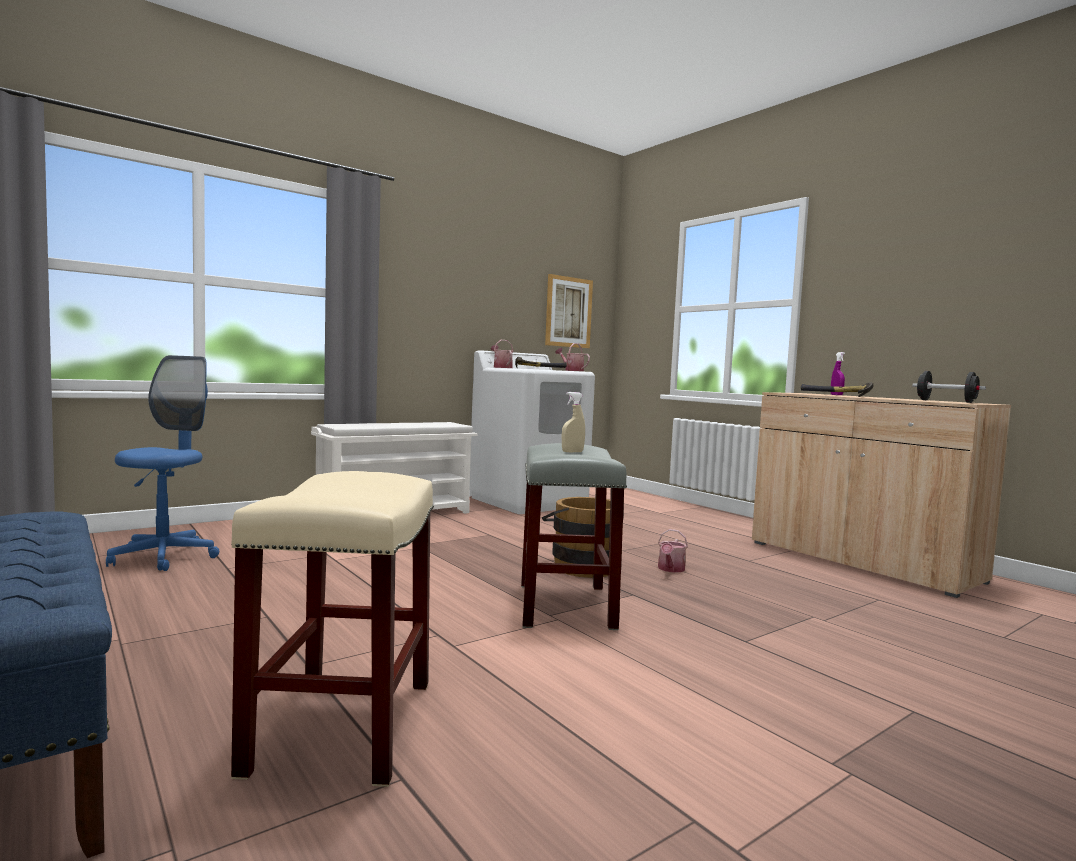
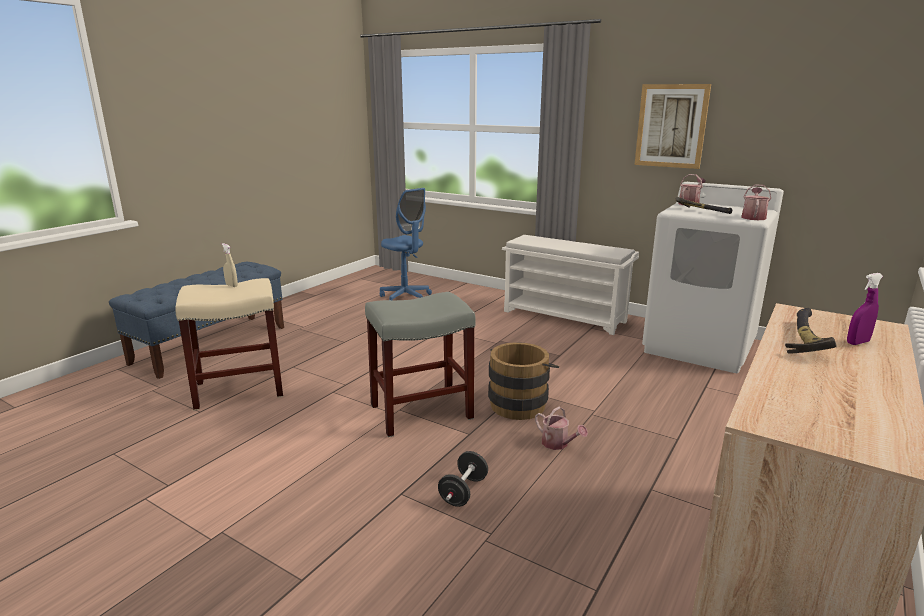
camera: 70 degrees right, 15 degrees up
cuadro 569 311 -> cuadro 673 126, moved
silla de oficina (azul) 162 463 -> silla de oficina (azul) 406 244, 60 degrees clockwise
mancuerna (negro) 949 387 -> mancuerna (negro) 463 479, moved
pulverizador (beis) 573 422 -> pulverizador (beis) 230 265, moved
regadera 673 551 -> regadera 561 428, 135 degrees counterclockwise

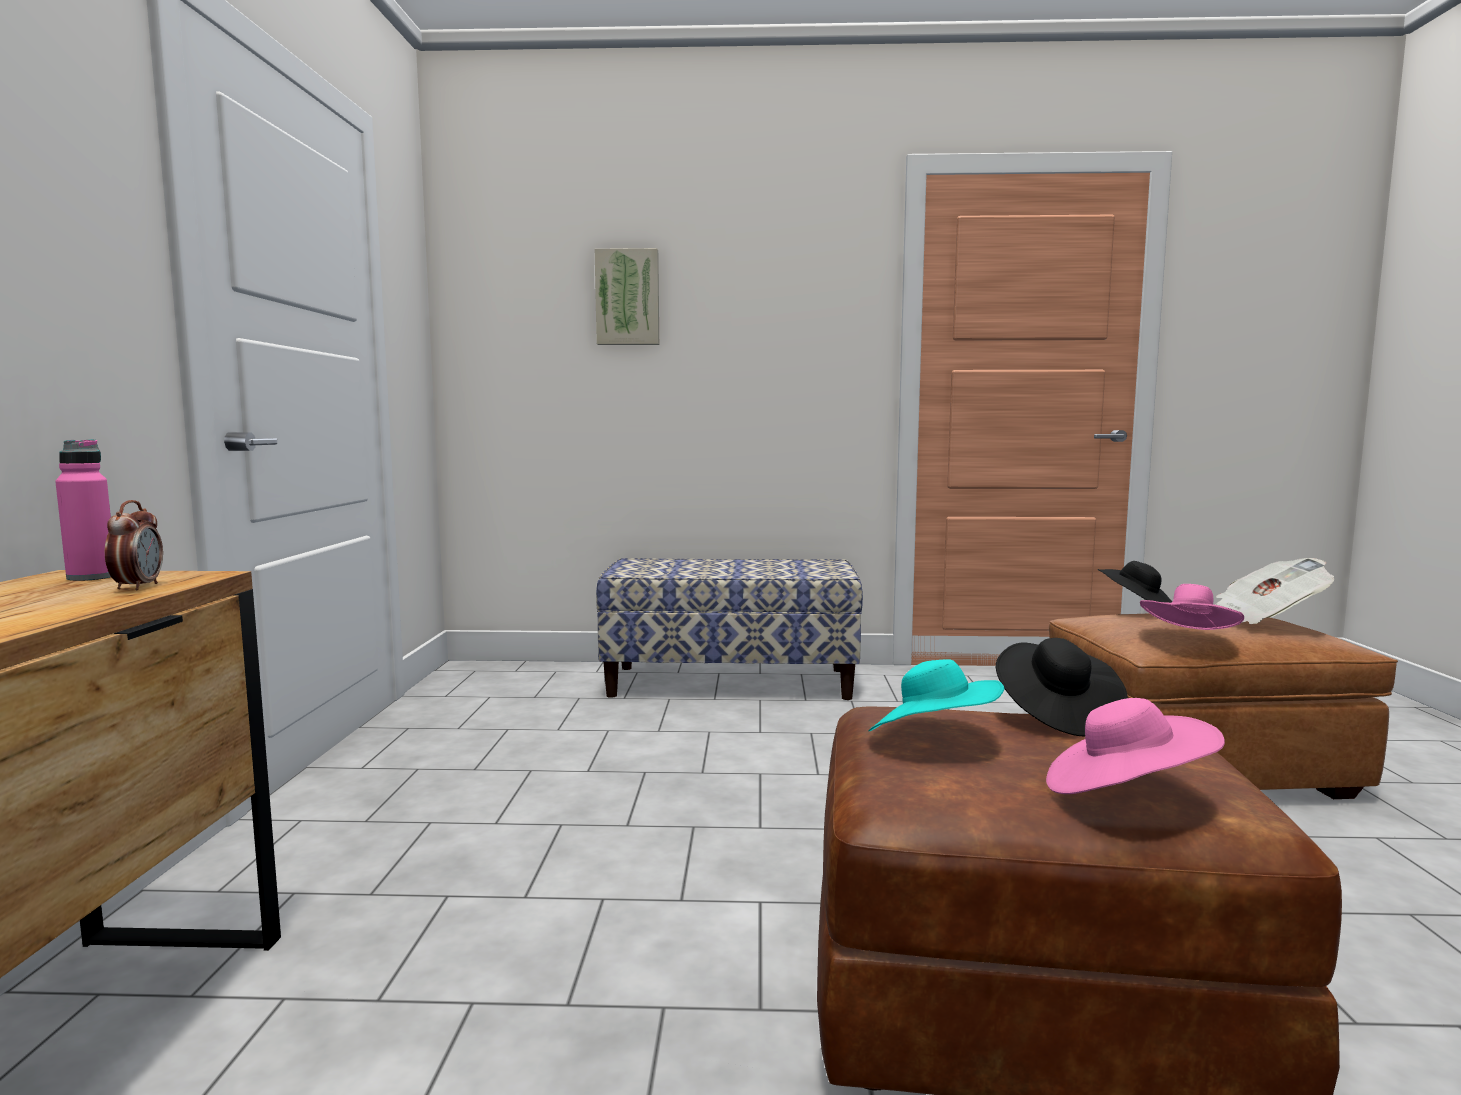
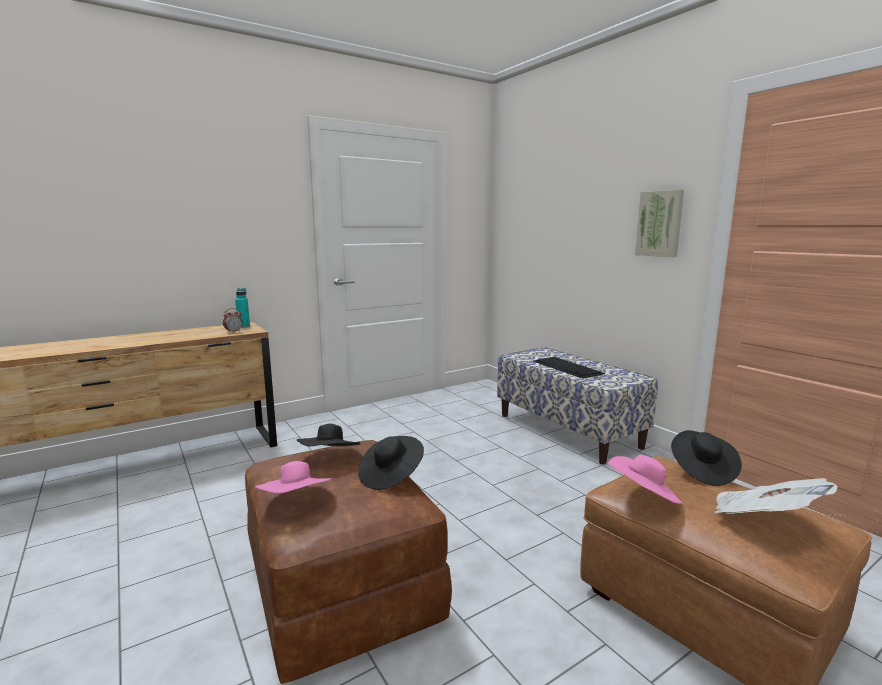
camera: 55 degrees right, 5 degrees up
cuadro 627 296 -> cuadro 659 223, moved
botella (rosa) 83 510 -> botella (turquesa) 242 308
sombrero (turquesa) 936 695 -> sombrero (negro) 329 435
none -> teclado 569 368

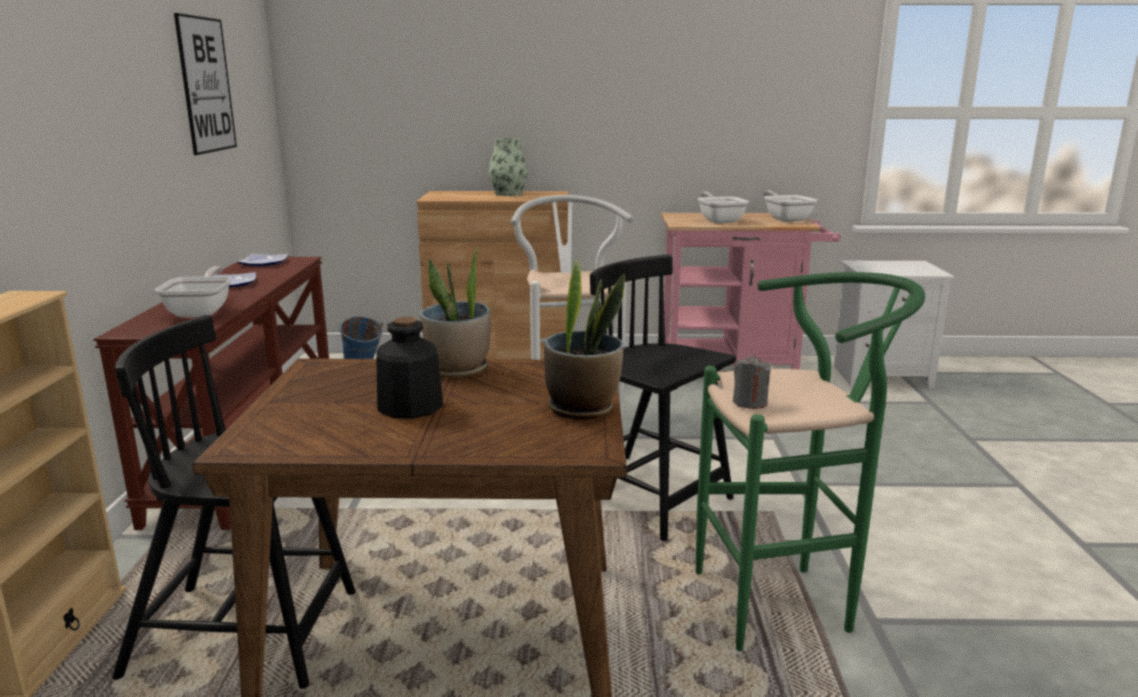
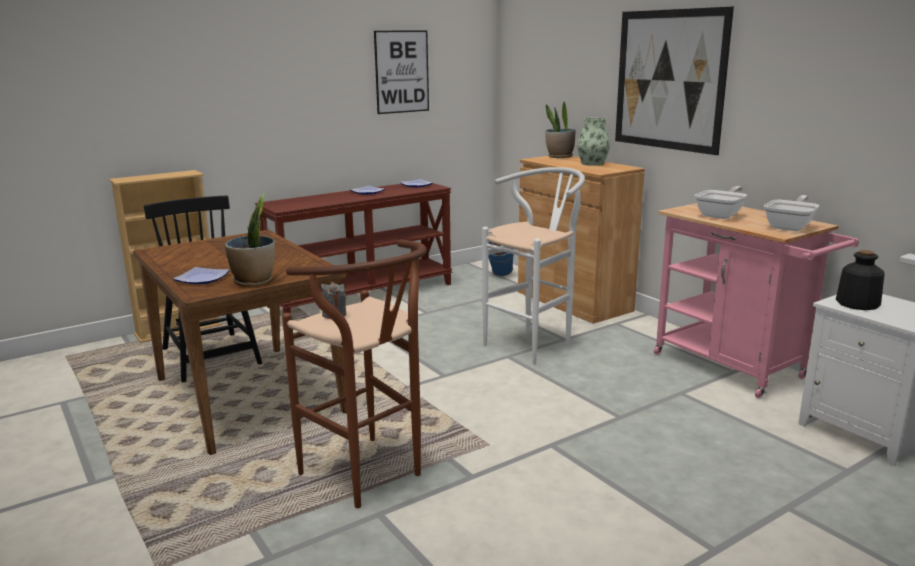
camera: 55 degrees right, 0 degrees up
planta en maceta 455 312 -> planta en maceta 560 129, moved
silla (negro) 663 398 -> none
sartén 193 291 -> none
taburete (verde) 810 462 -> taburete (marrón) 354 373
botella 409 368 -> botella 860 280, moved
none -> cuadro 674 81
none -> plato 201 275

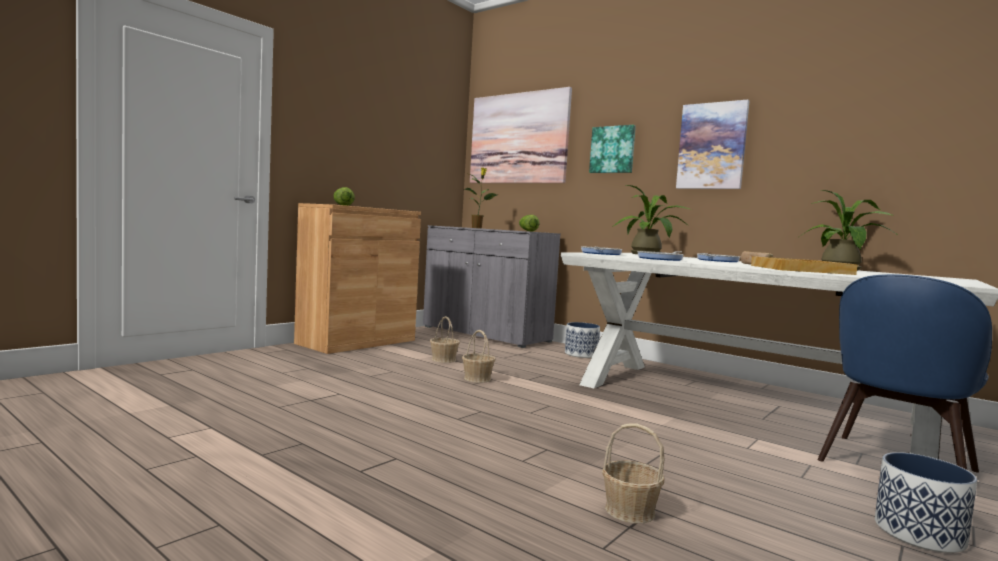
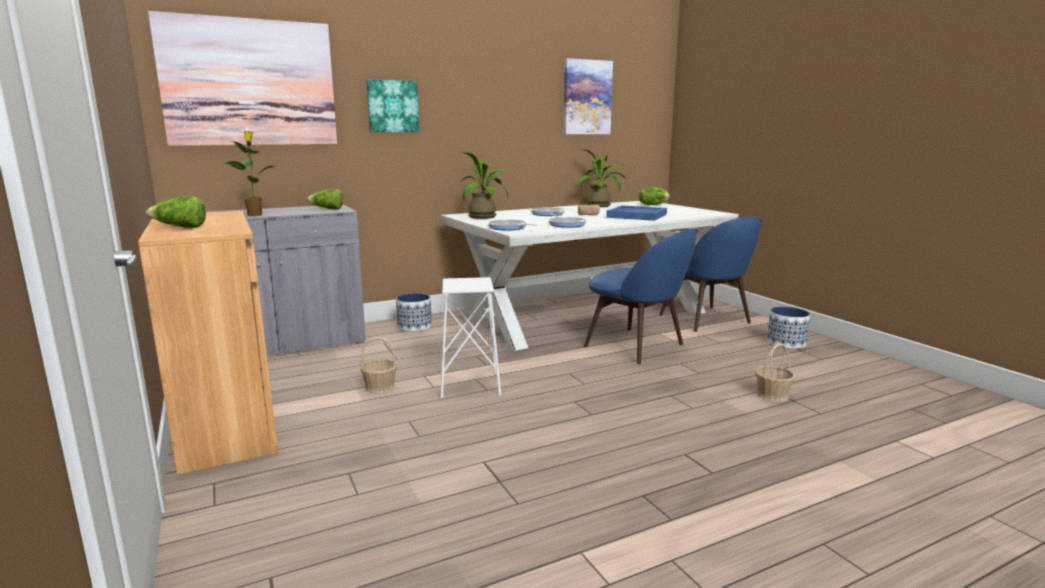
camera: 65 degrees left, 10 degrees up
cuadro 712 144 -> cuadro 588 96, moved
bandeja (beis) 804 265 -> bandeja (azul) 636 213
cesta 478 356 -> taburete (blanco) 470 337
none -> lechuga 654 196
none -> silla (azul) 641 296

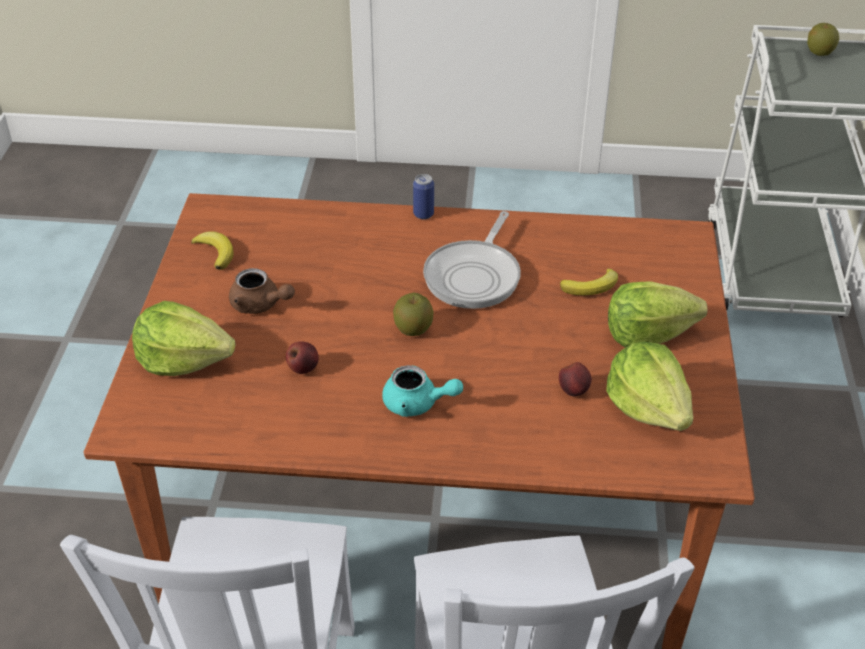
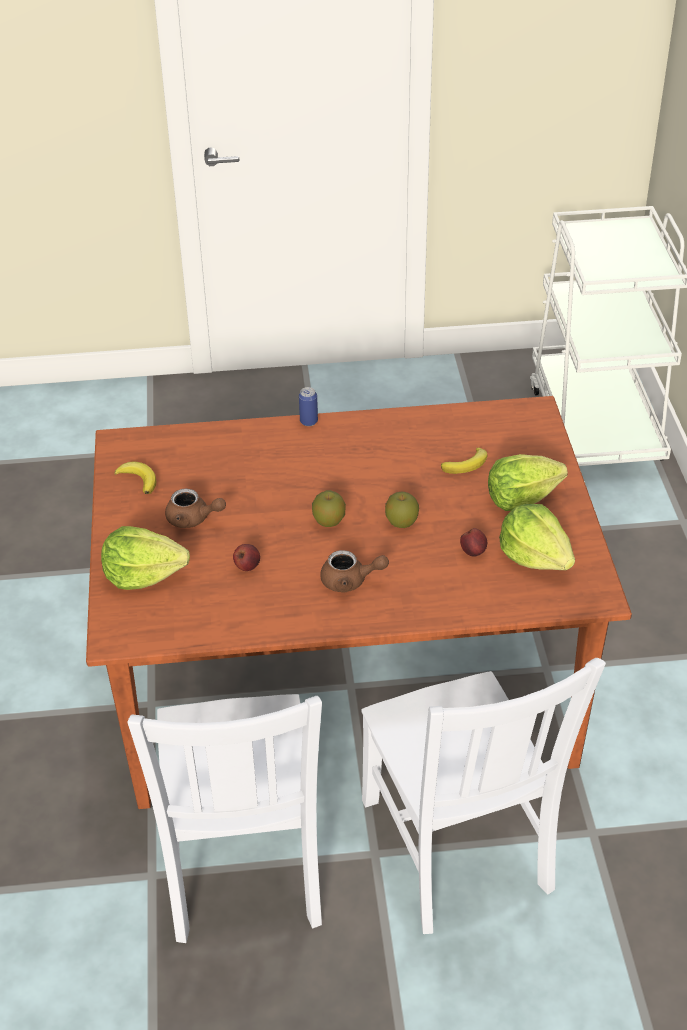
camera: 10 degrees left, 0 degrees up
manzana 823 39 -> manzana 402 510, moved
sartén 472 260 -> none
tetera (turquesa) 422 391 -> tetera (marrón) 354 571

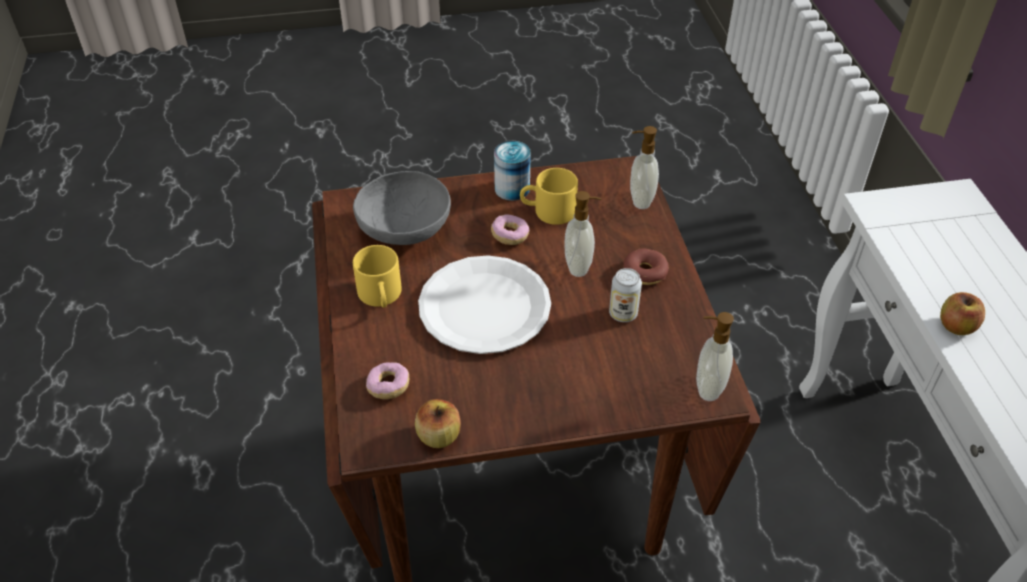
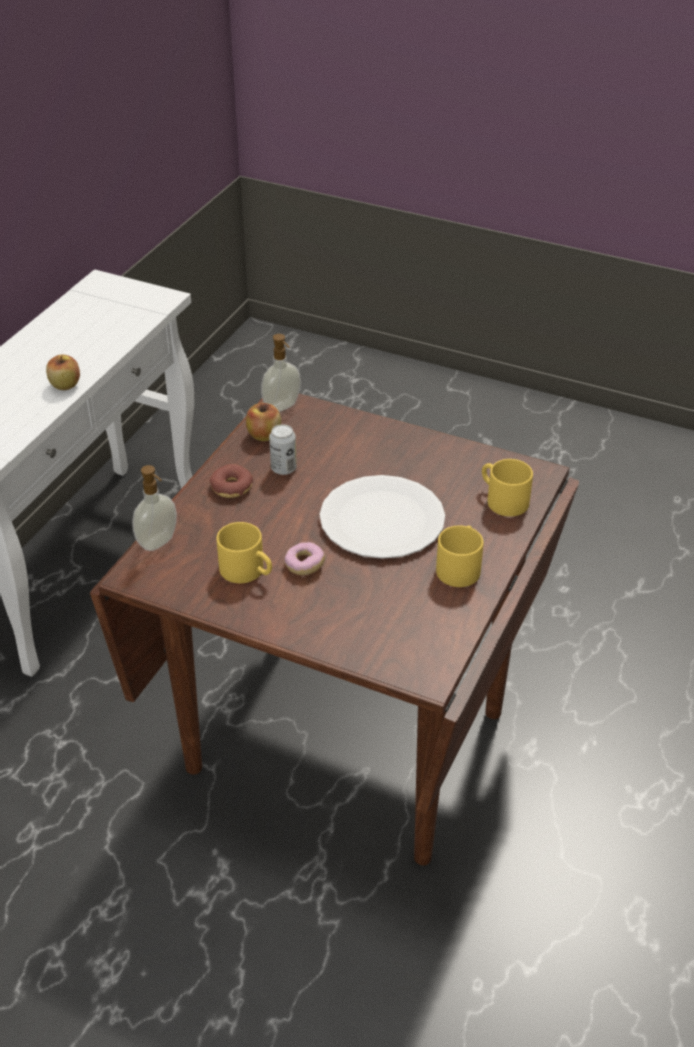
camera: 145 degrees left, 5 degrees down
lata 512 171 -> none
cuenco (gris) 402 208 -> none
dispensador de jabón 583 234 -> none
rosquilla 387 380 -> taza grande (amarillo) 507 488
manzana 438 423 -> manzana 263 422, moved

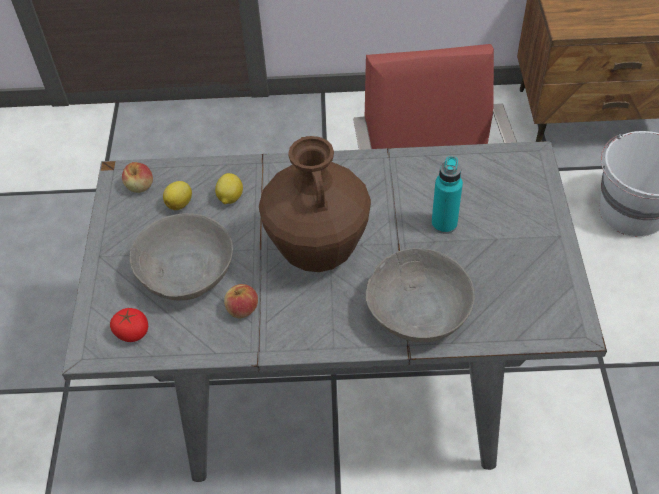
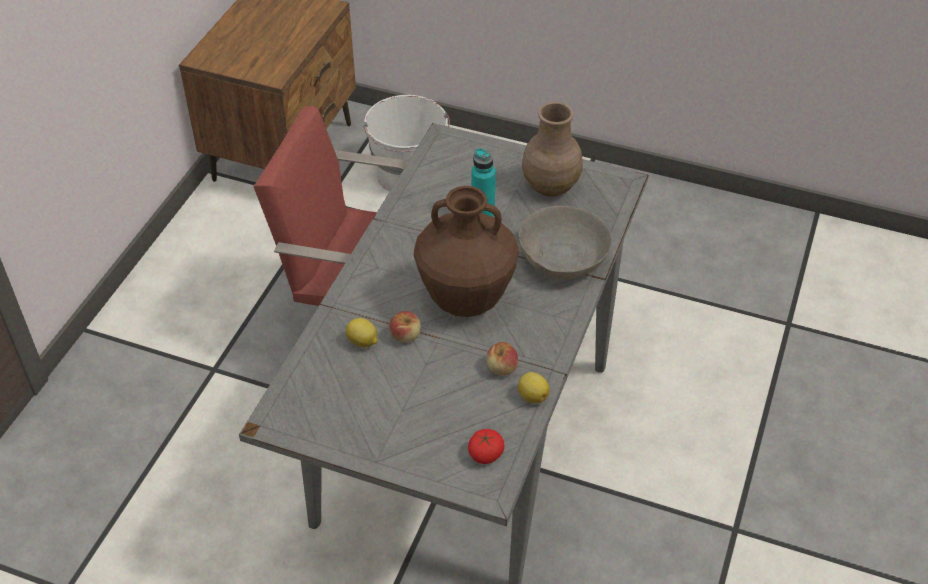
camera: 70 degrees left, 5 degrees down
manzana 137 177 -> manzana 405 327, moved
limón 177 195 -> limón 534 388, moved
cuenco (gris) 181 257 -> none
none -> florero (marrón) 552 149

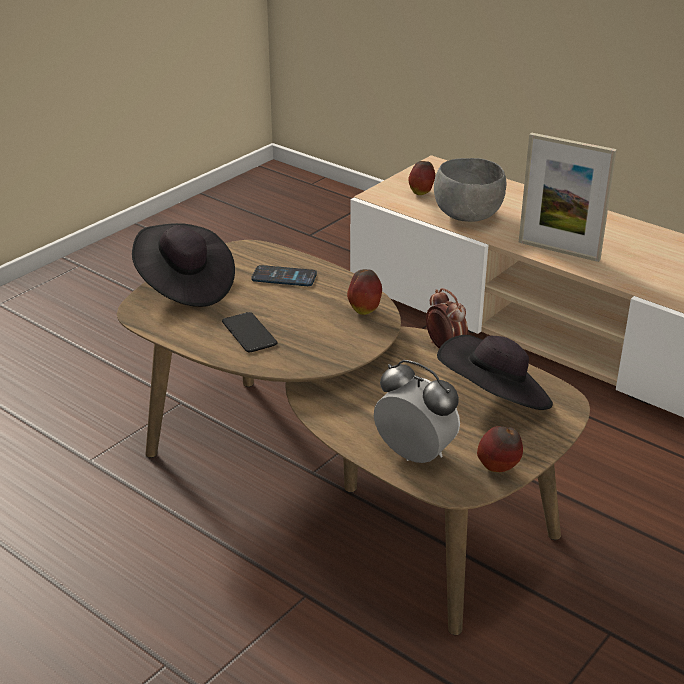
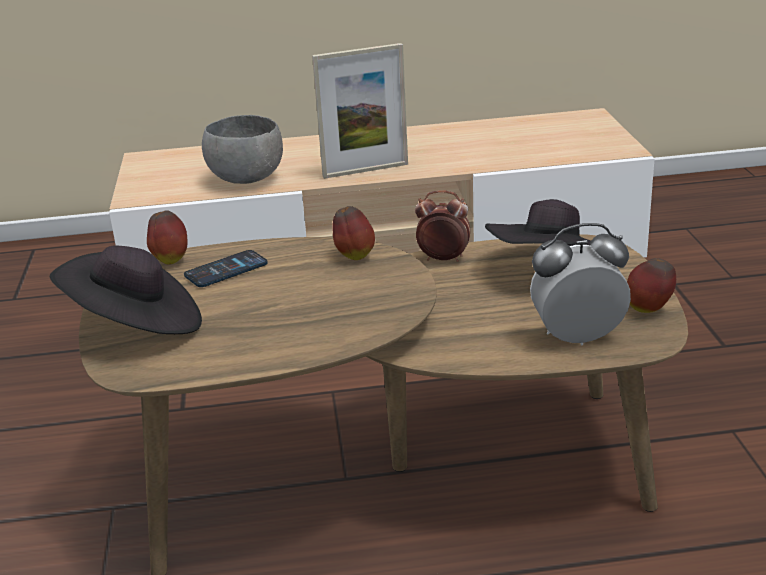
camera: 45 degrees left, 5 degrees down
manzana 421 178 -> manzana 167 237, moved
móvil 250 332 -> none

